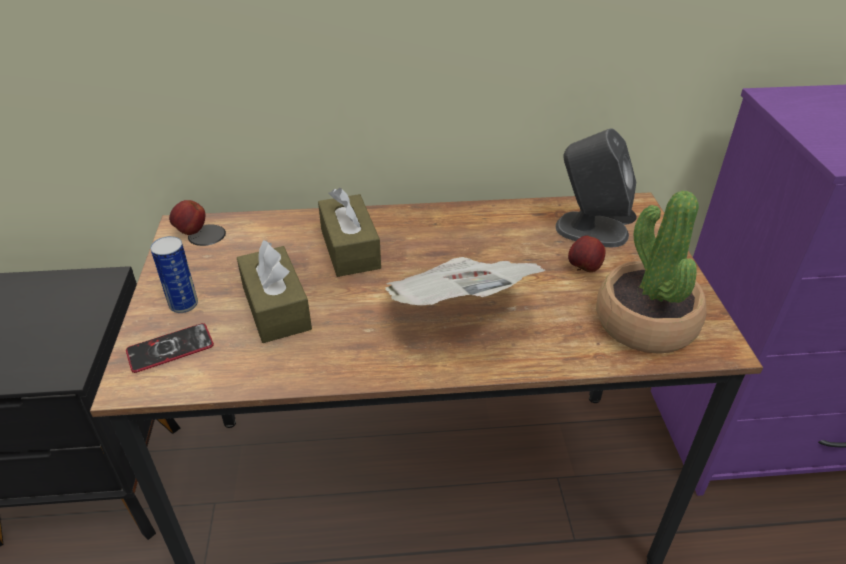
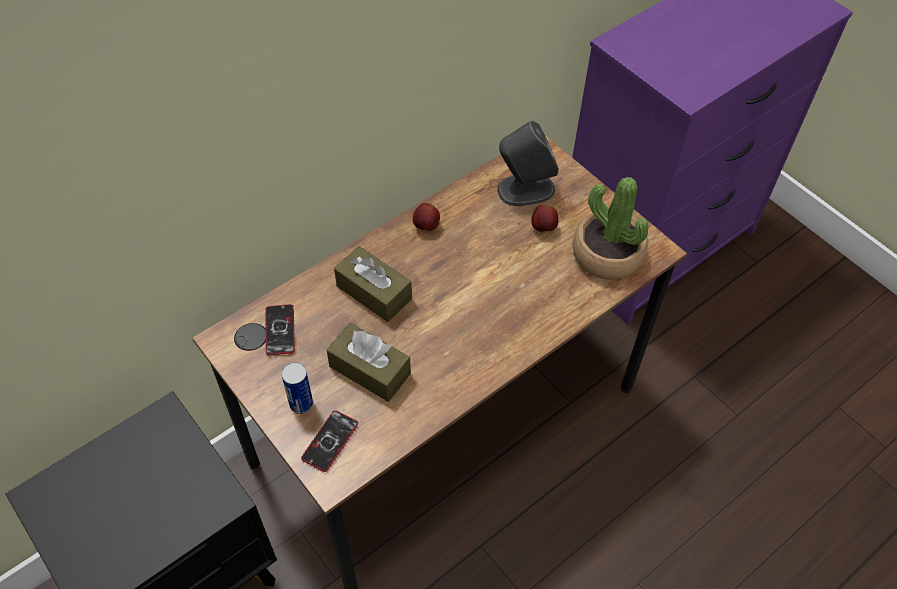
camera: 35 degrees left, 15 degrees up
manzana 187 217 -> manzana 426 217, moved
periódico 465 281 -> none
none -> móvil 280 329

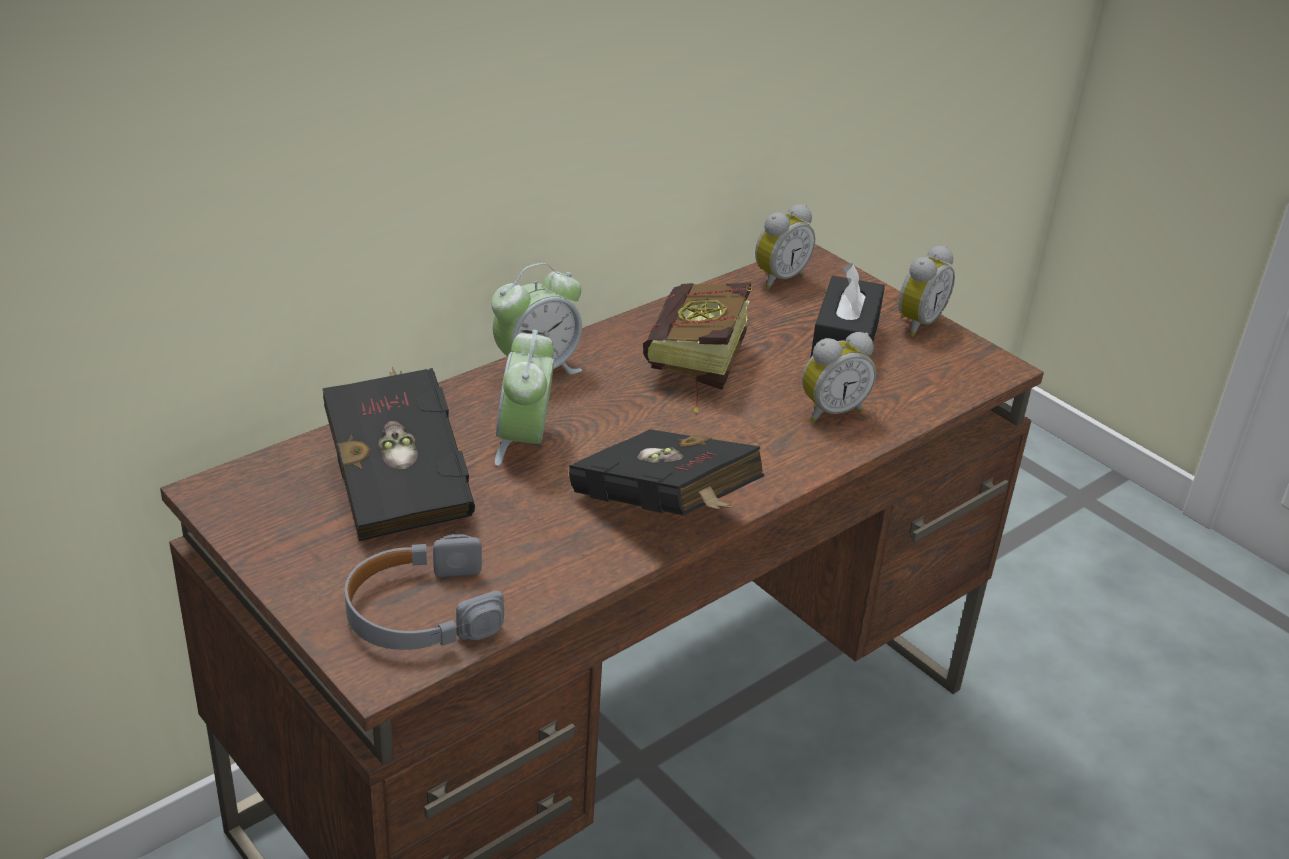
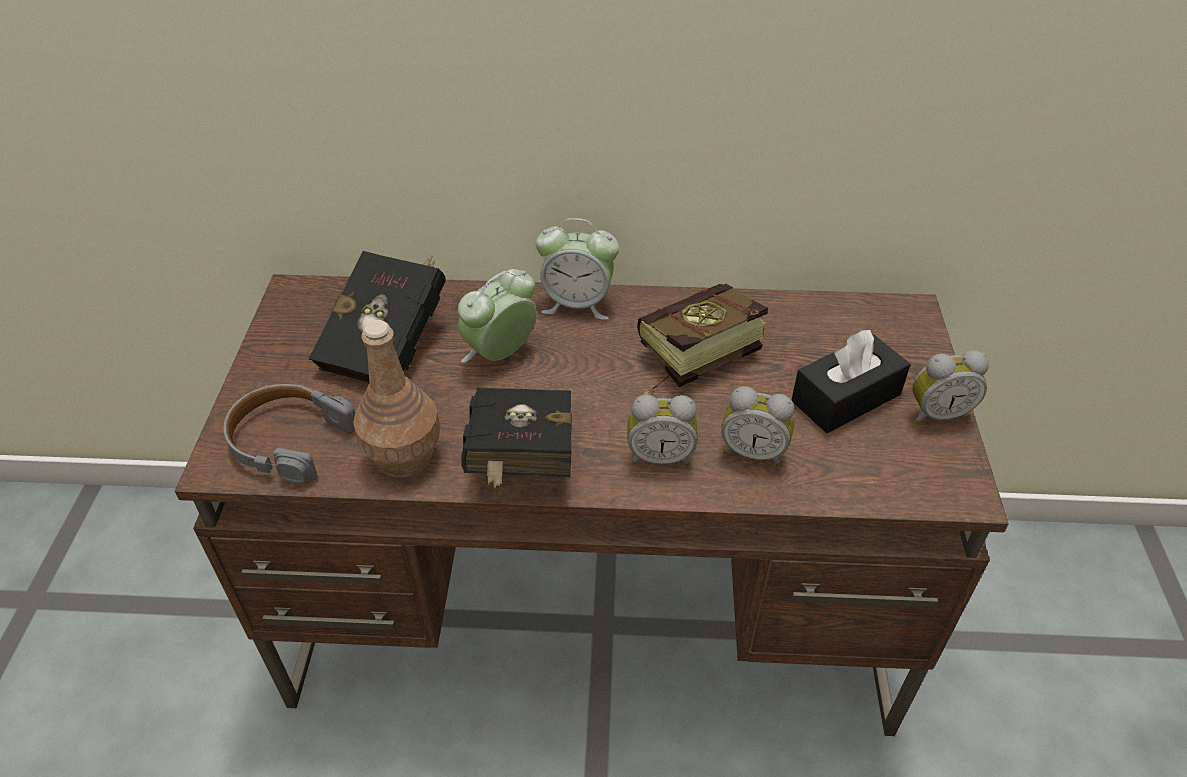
camera: 45 degrees right, 10 degrees up
despertador 785 247 -> despertador 663 430, moved
none -> botella (marrón) 397 399

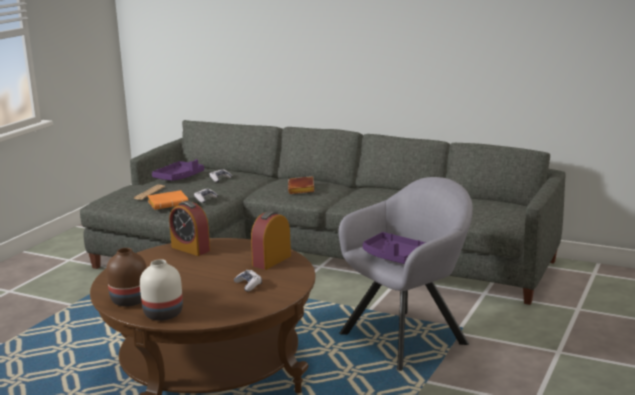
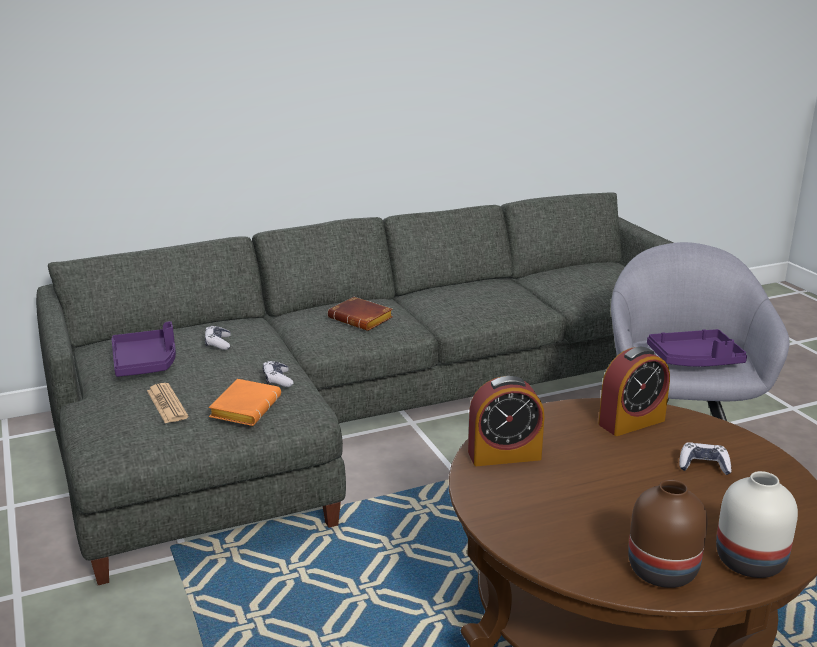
camera: 50 degrees left, 5 degrees up
despertador 271 240 -> despertador 634 391, 105 degrees counterclockwise

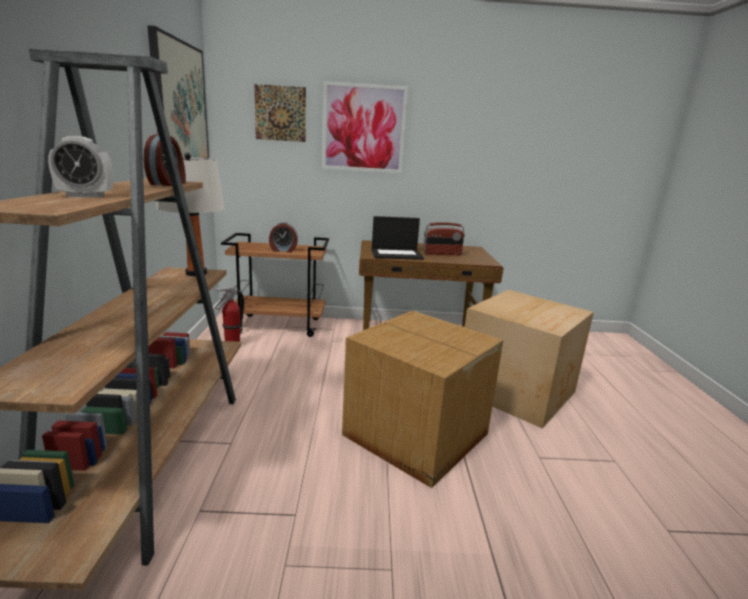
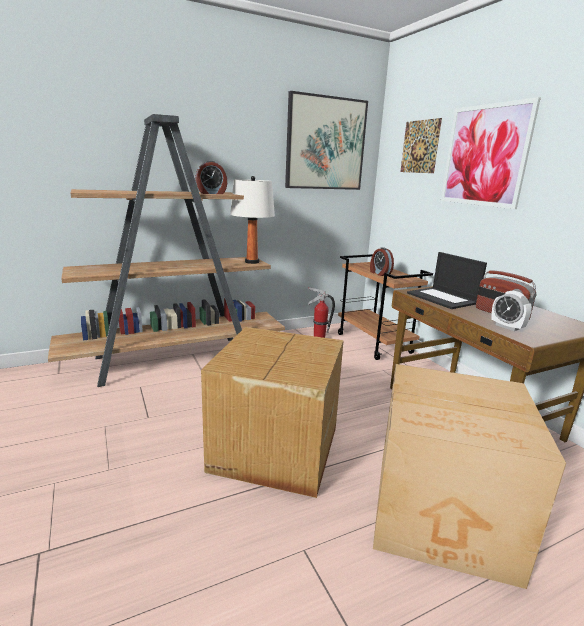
camera: 65 degrees right, 0 degrees up
despertador 80 167 -> despertador 511 311, moved

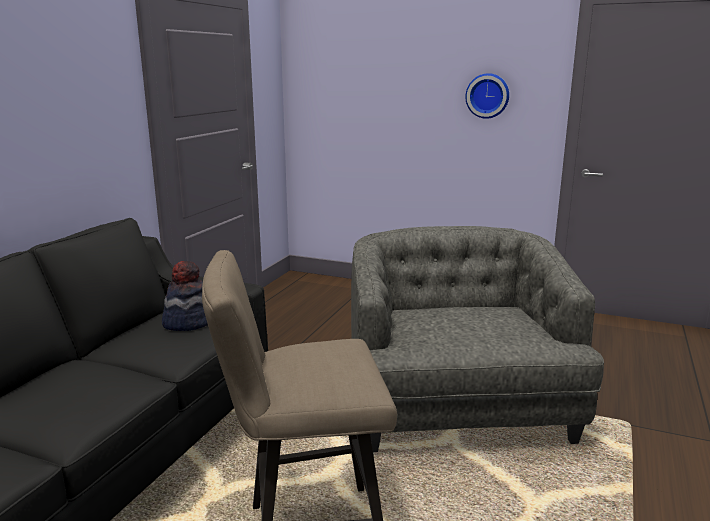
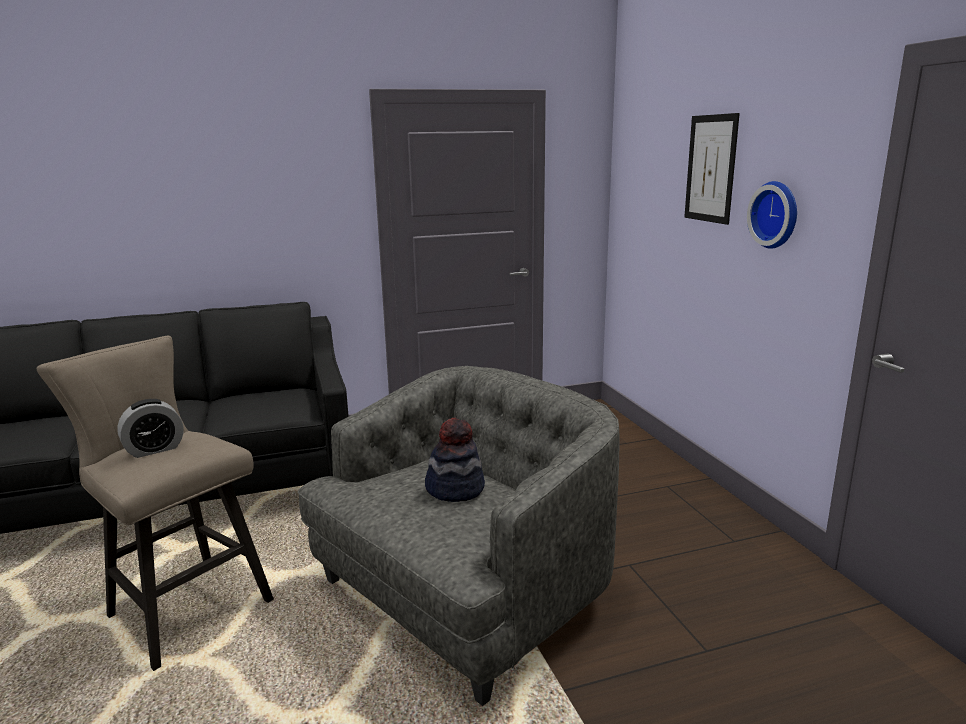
camera: 50 degrees right, 0 degrees up
sombrero 185 296 -> sombrero 455 460, moved
none -> cuadro 712 169
none -> despertador 150 428

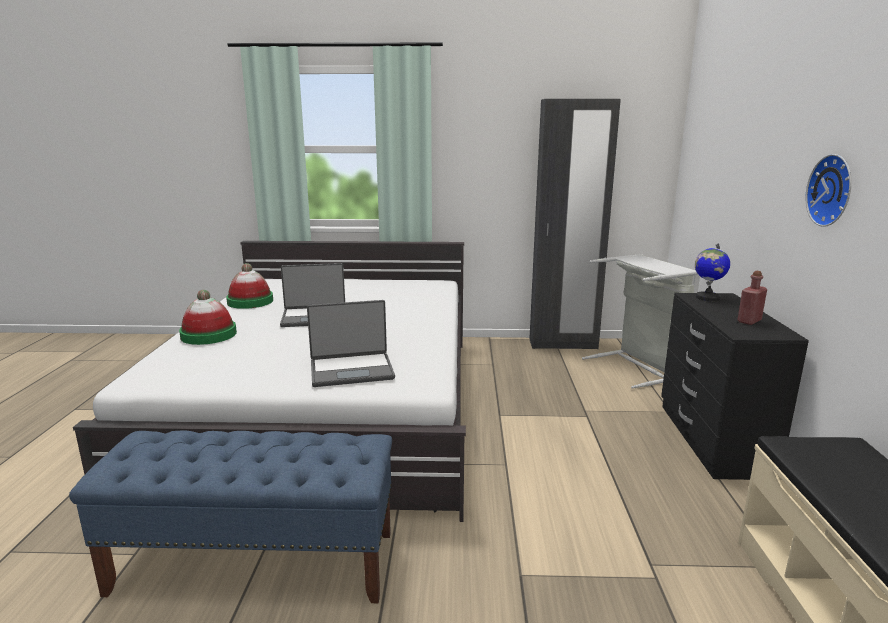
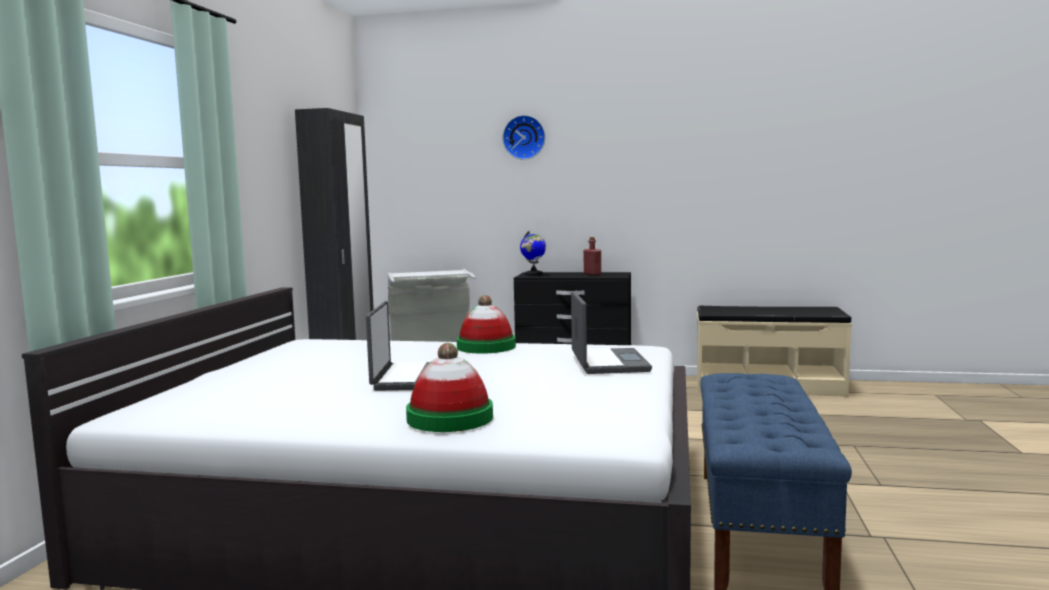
camera: 80 degrees left, 10 degrees down
reloj de pared 829 190 -> reloj de pared 524 137, moved
sombrero 249 286 -> sombrero 486 324, moved

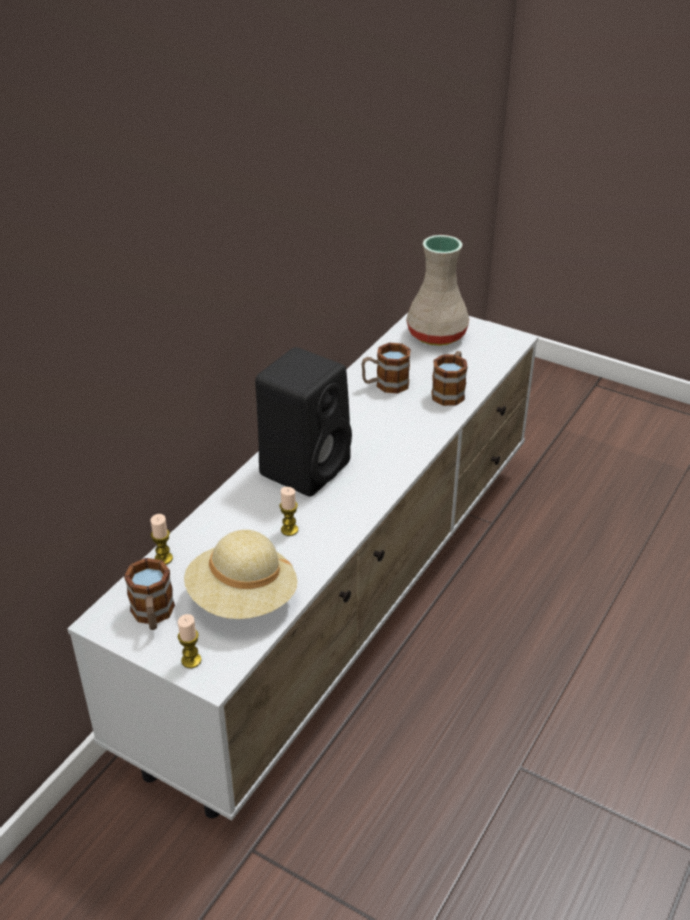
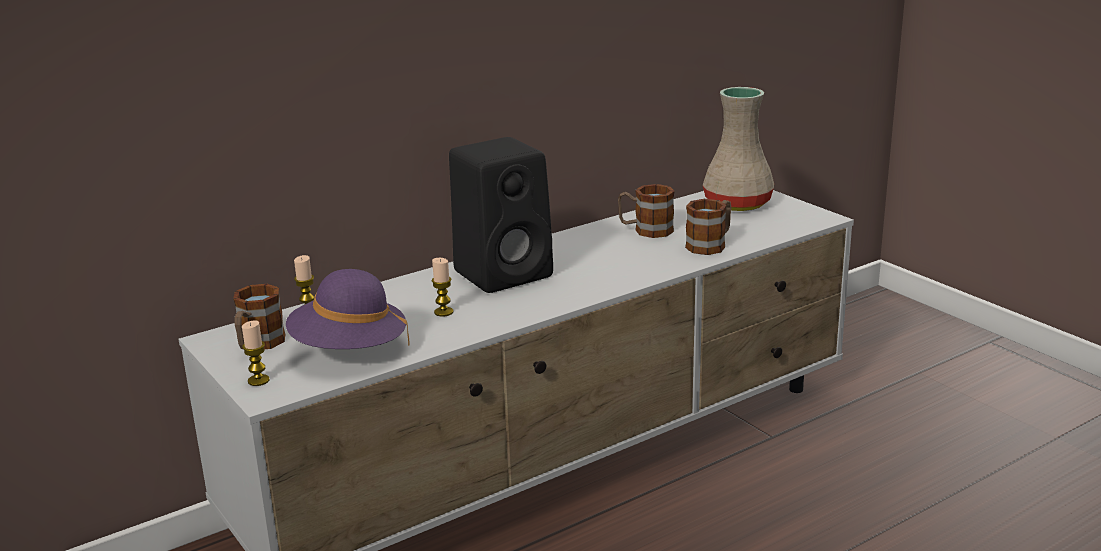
camera: 25 degrees right, 15 degrees down
sombrero (beis) 240 574 -> sombrero (morado) 348 309

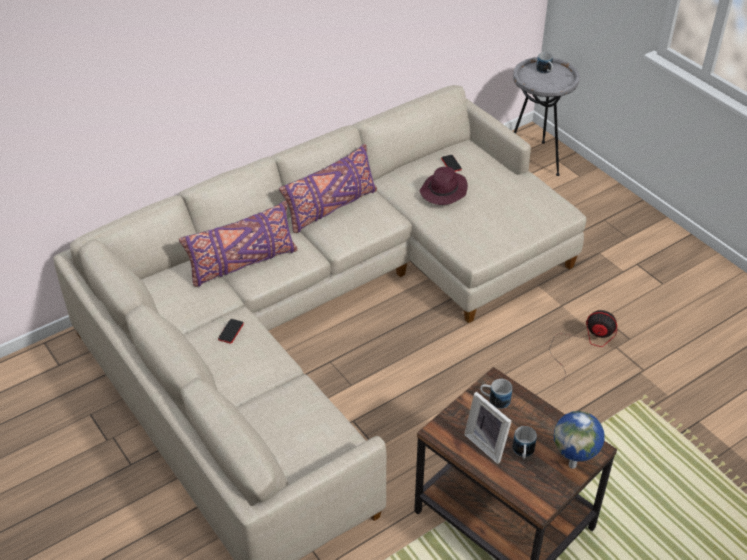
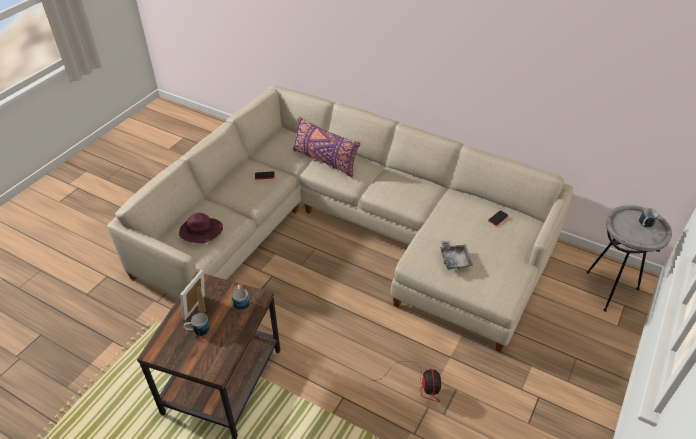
camera: 65 degrees right, 0 degrees up
cojín (morado) 328 188 -> none
sombrero (morado) 443 186 -> sombrero (morado) 201 228, moved
globo terráqueo 579 440 -> none
none -> bandeja (gris) 456 255

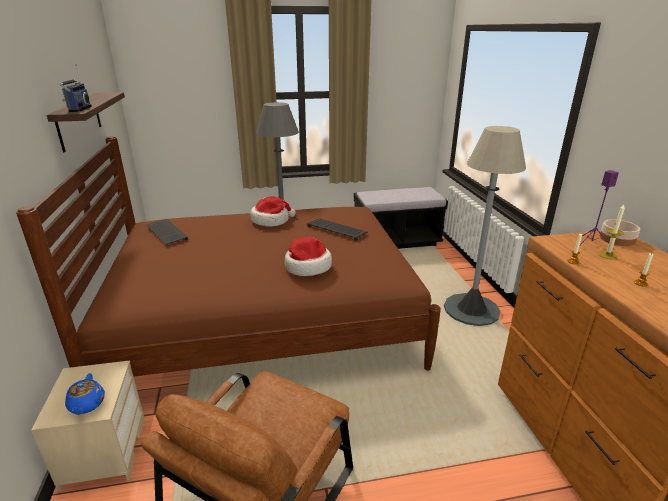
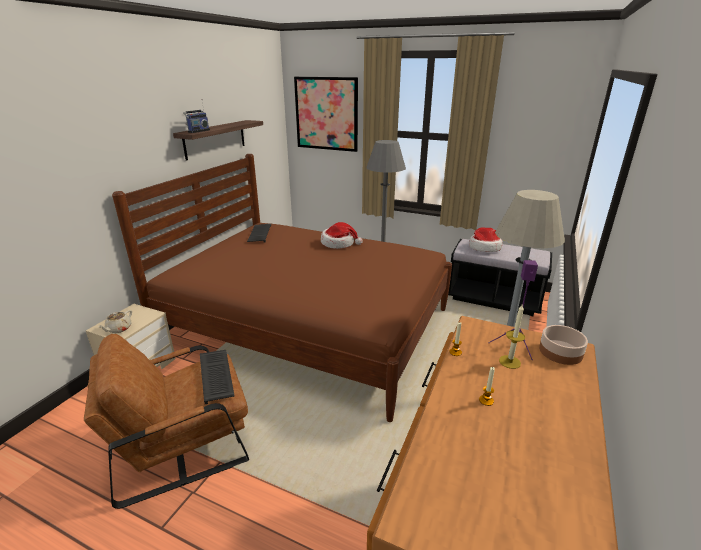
camera: 35 degrees right, 0 degrees up
teclado 337 229 -> teclado 217 377, moved
sombrero 308 256 -> sombrero 486 239, moved
tetera (azul) 85 394 -> tetera (beis) 115 321
none -> cuadro 326 114

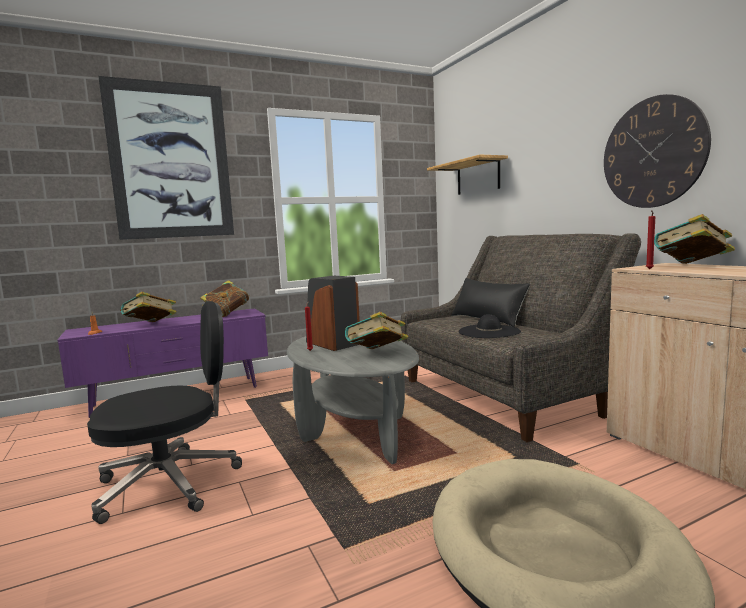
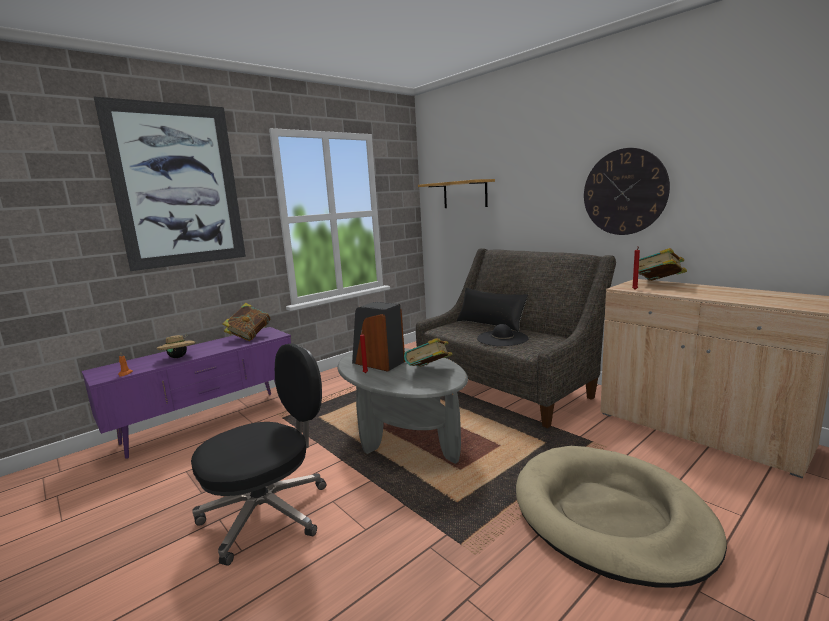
camera: 15 degrees left, 5 degrees up
libro 148 307 -> sombrero (beis) 176 345

